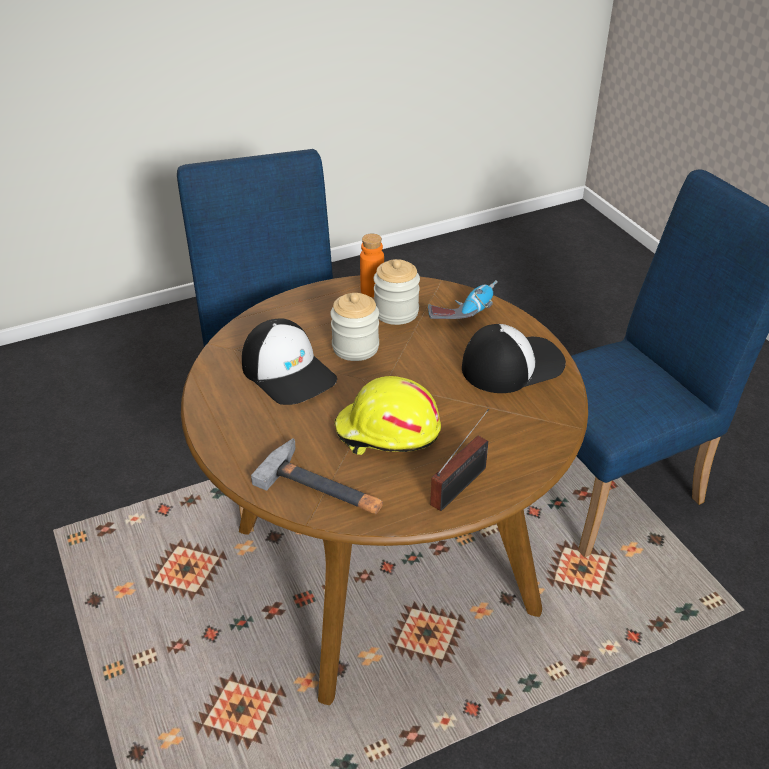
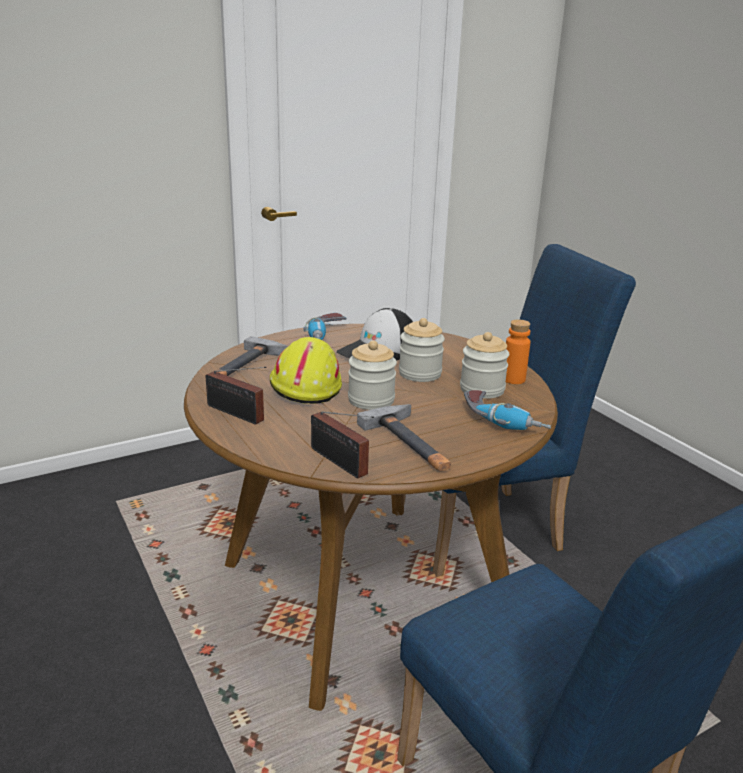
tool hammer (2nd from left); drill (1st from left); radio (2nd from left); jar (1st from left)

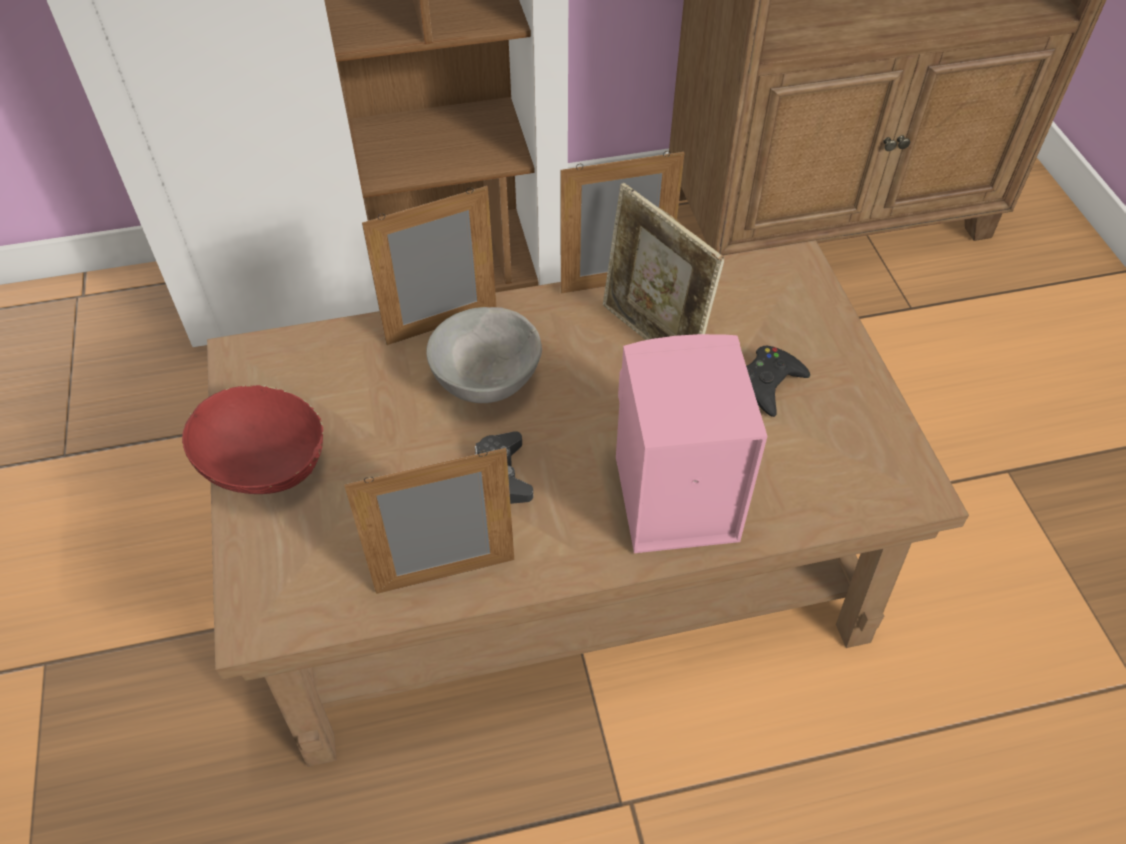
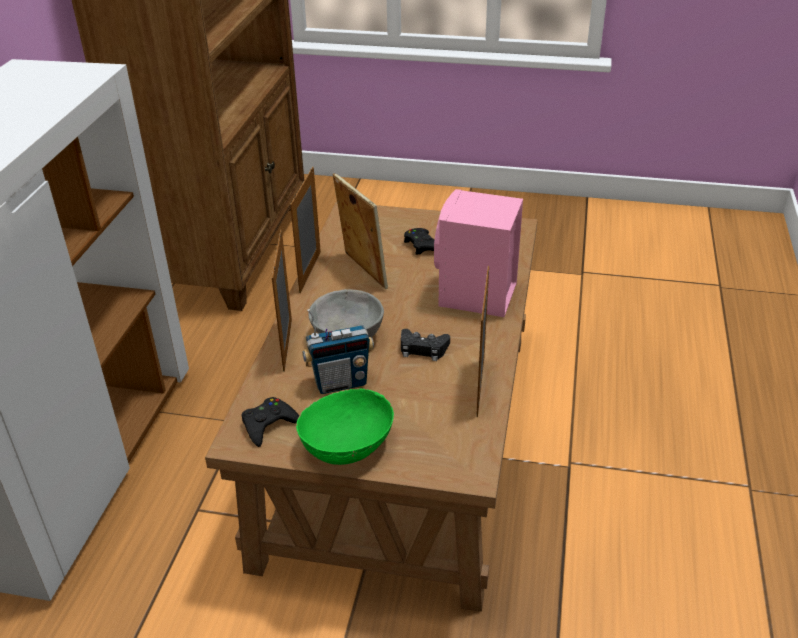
green-coloured deep dish; picture frame (3rd from left); black-coloured gamepad (1st from left); radio

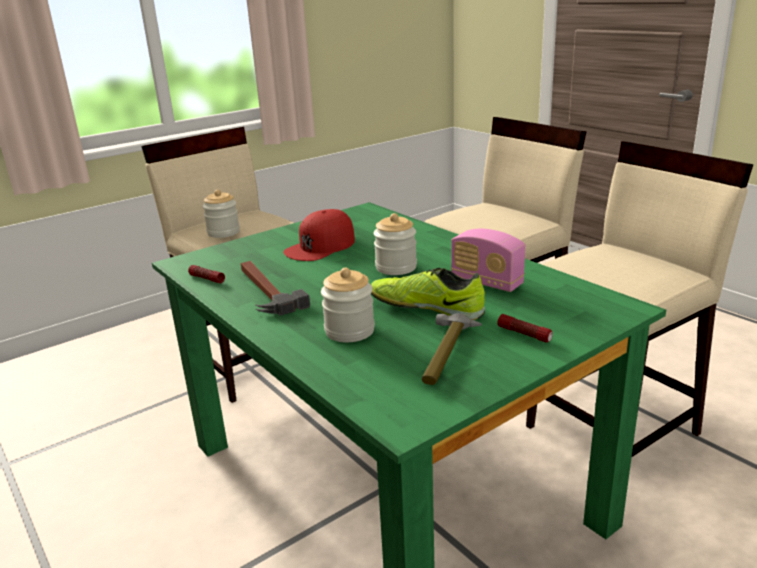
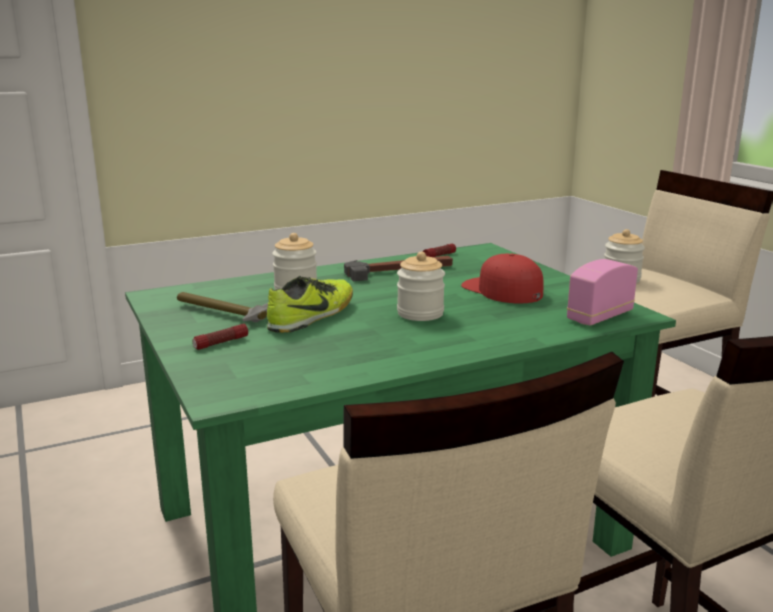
radio

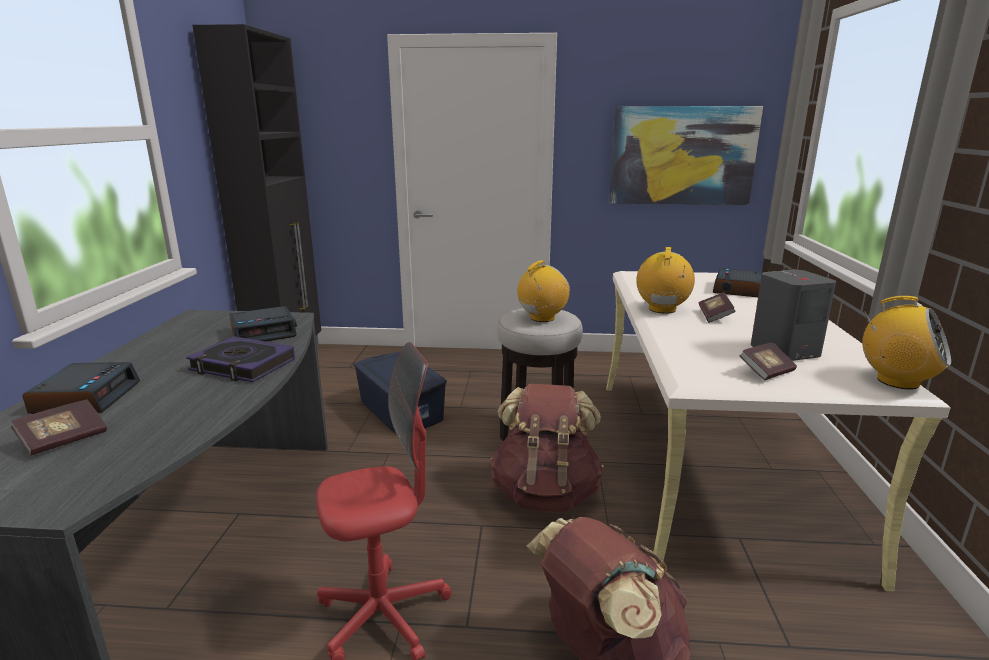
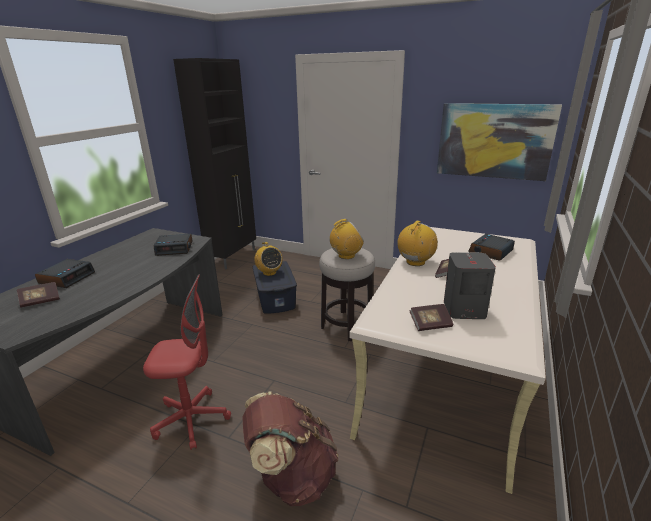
book (2nd from left in the first image); brown-coloured knapsack (1st from left in the first image); radio (1st from left)

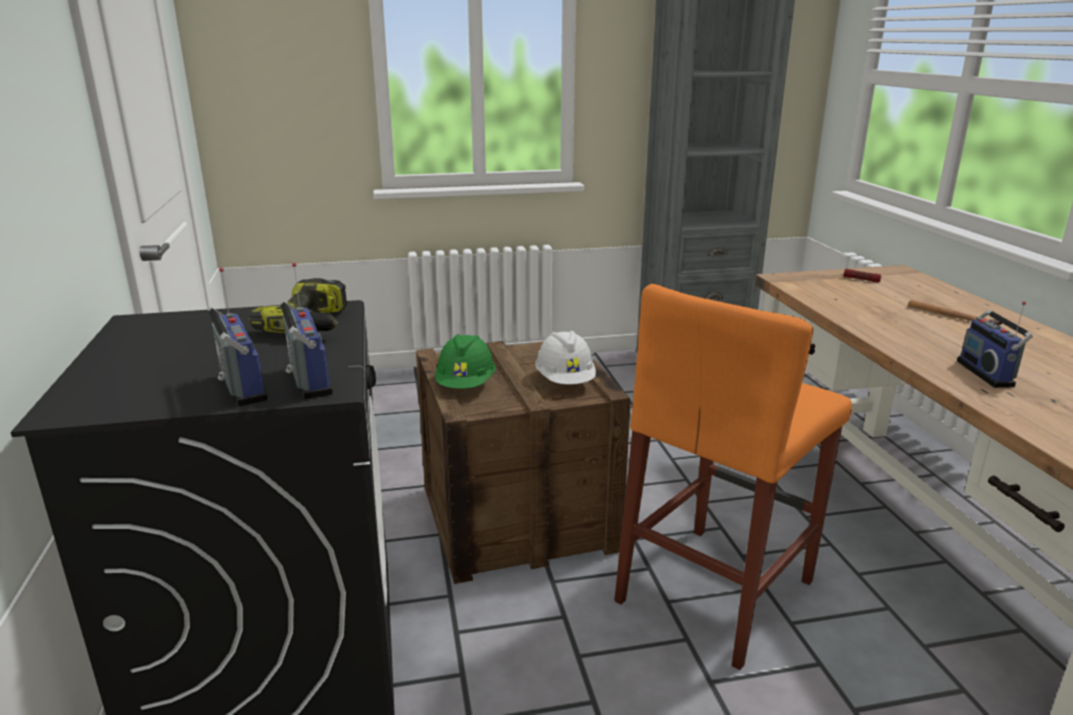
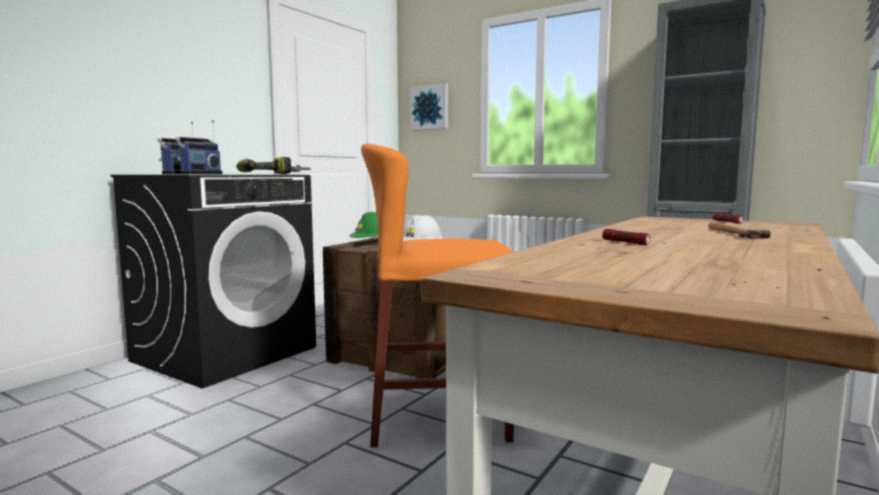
flashlight (1st from left); picture

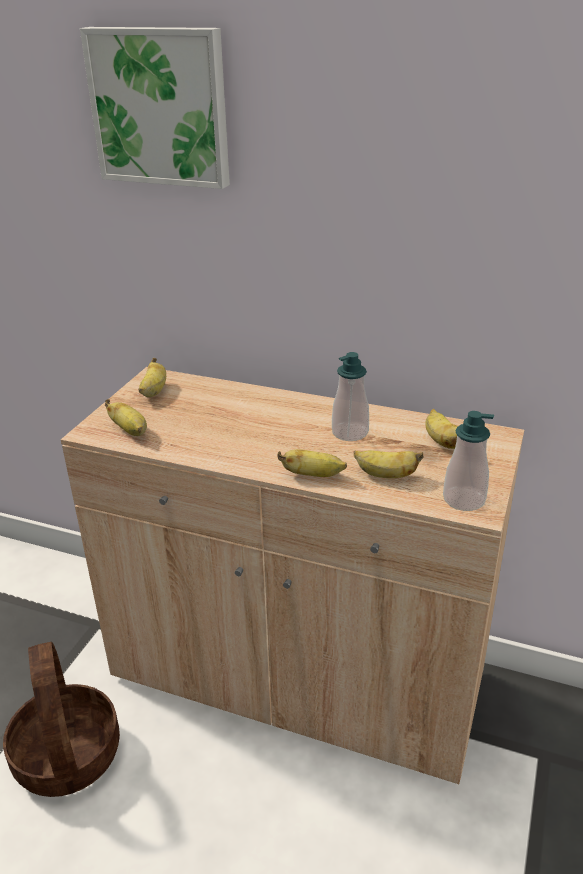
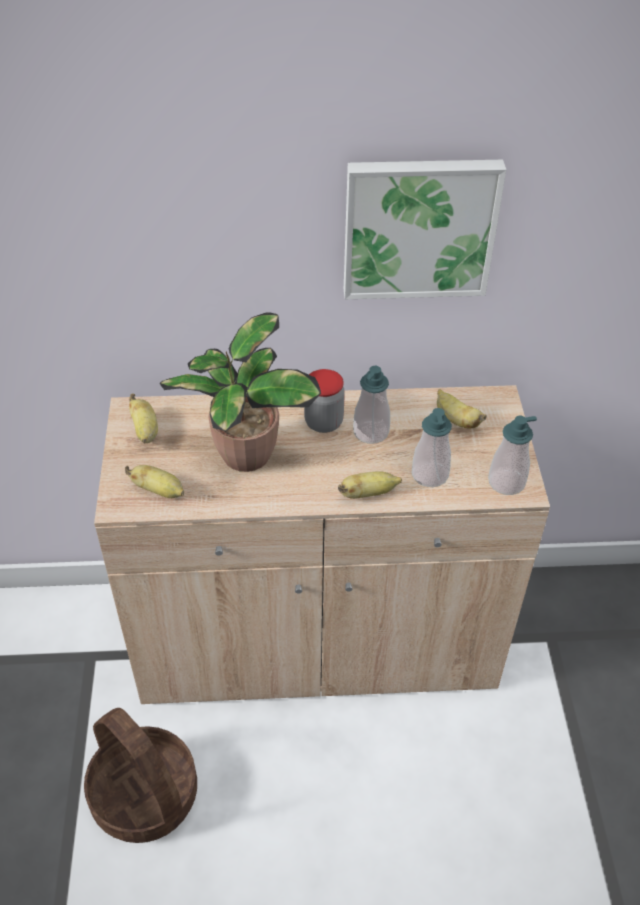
picture; liquid soap bottle (2nd from left); plant in a pot; jar

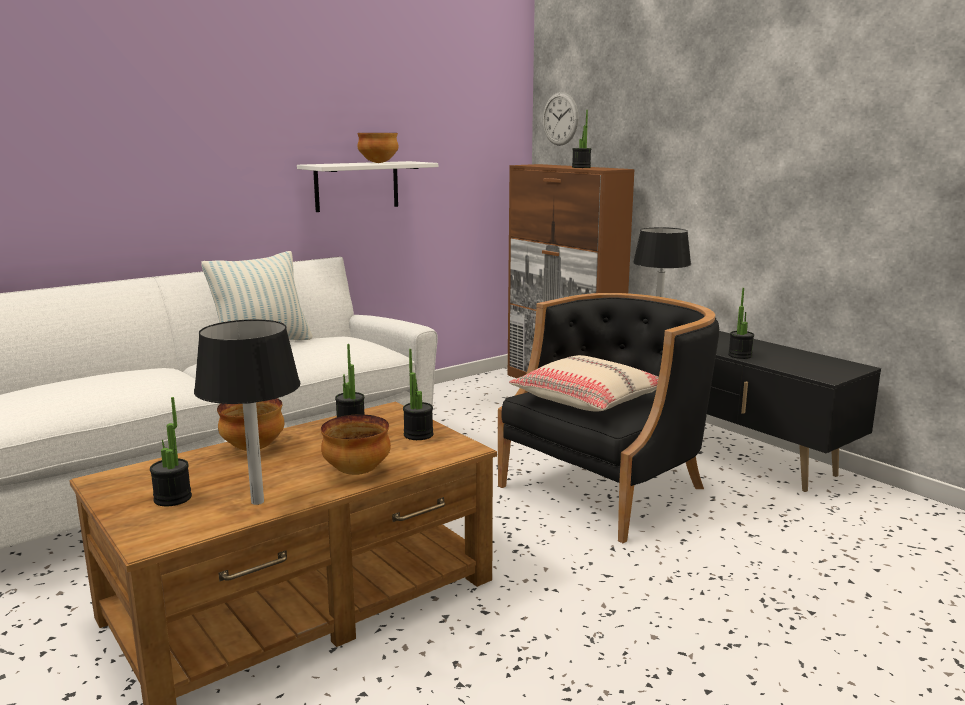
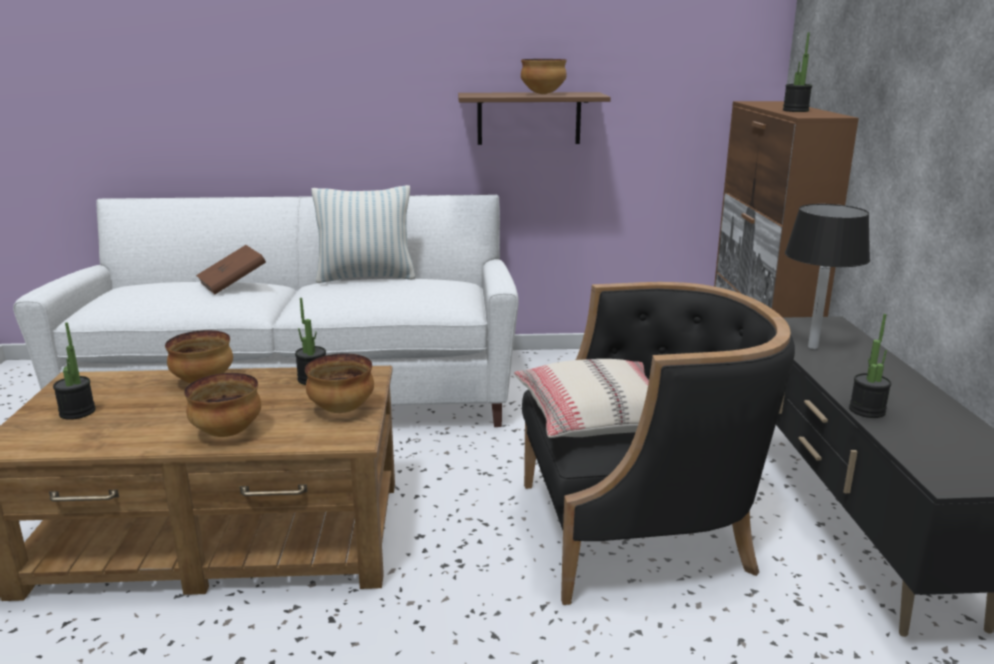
black-coloured lamp for a table (1st from left in the first image); brown-coloured bracket shelf; deep dish (3rd from left); hanging clock; brown-coloured book

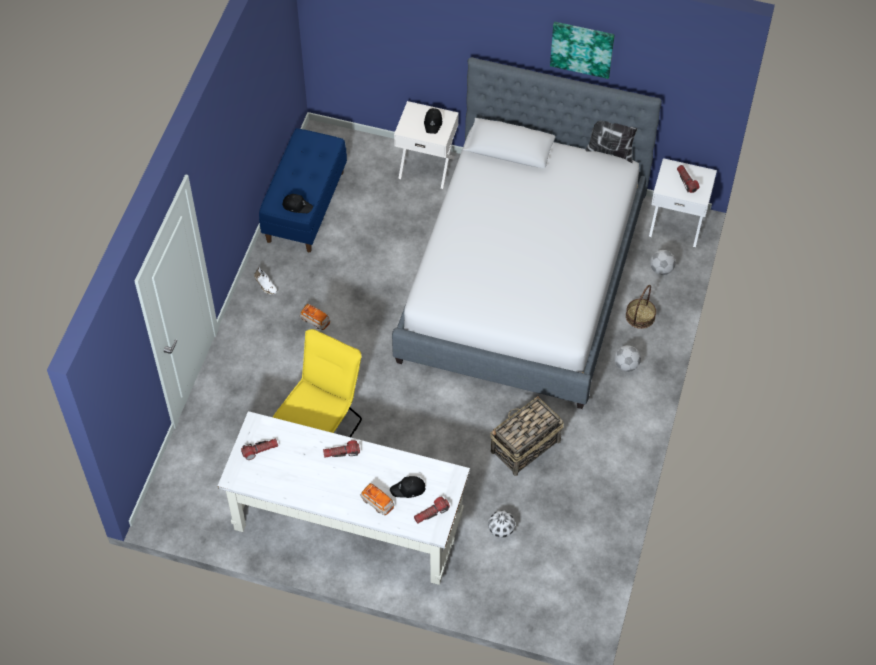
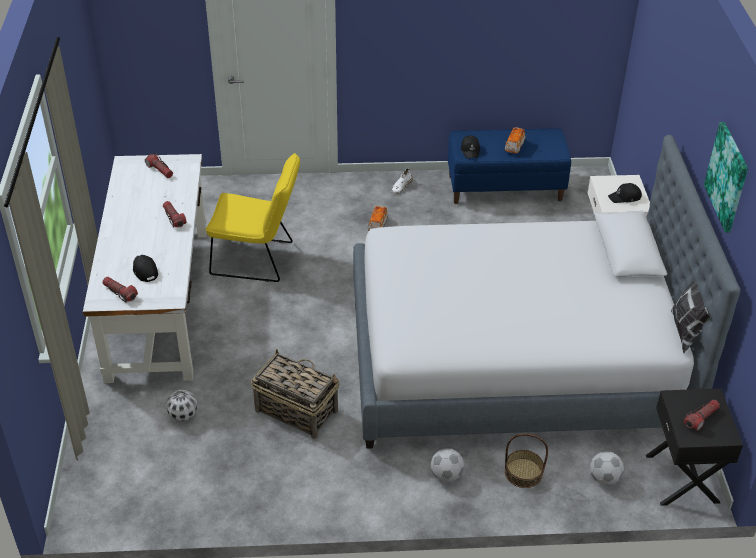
miniature car (2nd from left); black-coloured bedside table

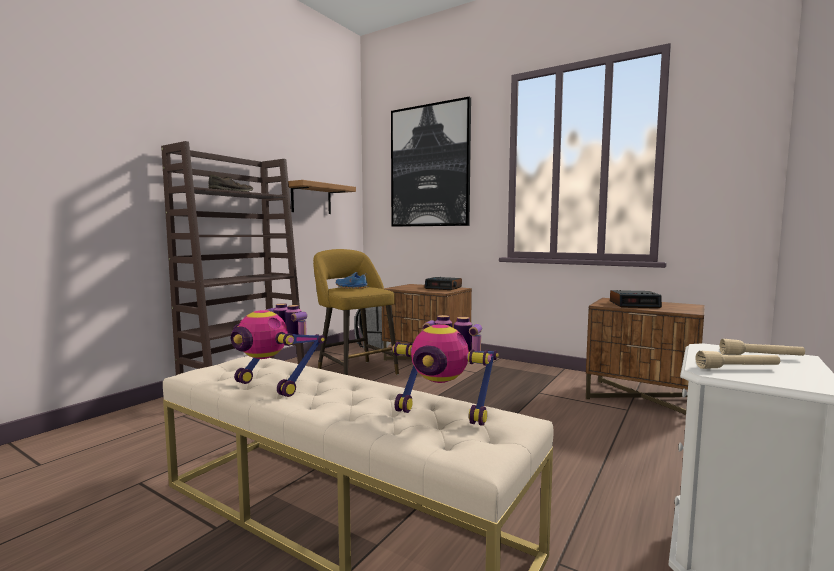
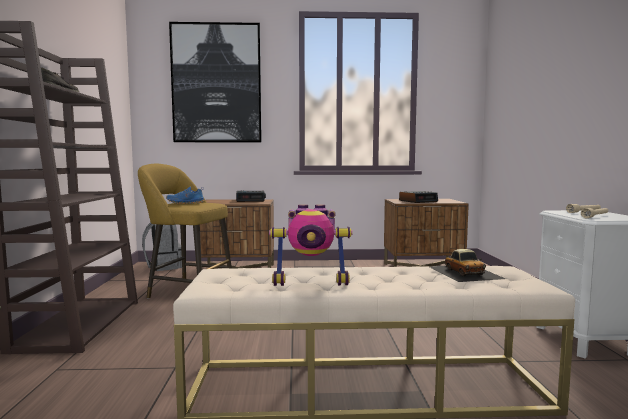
bracket shelf; miniature car

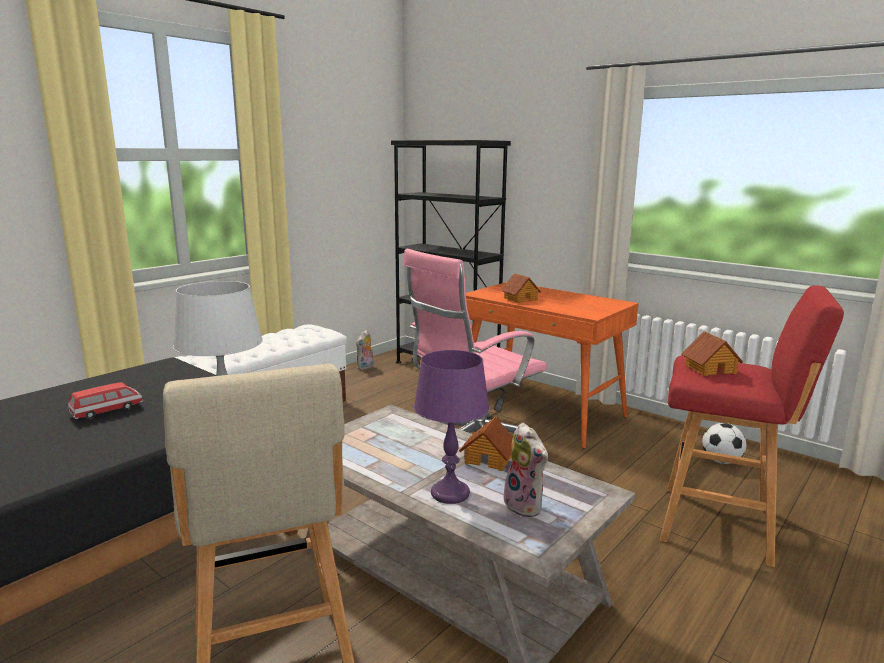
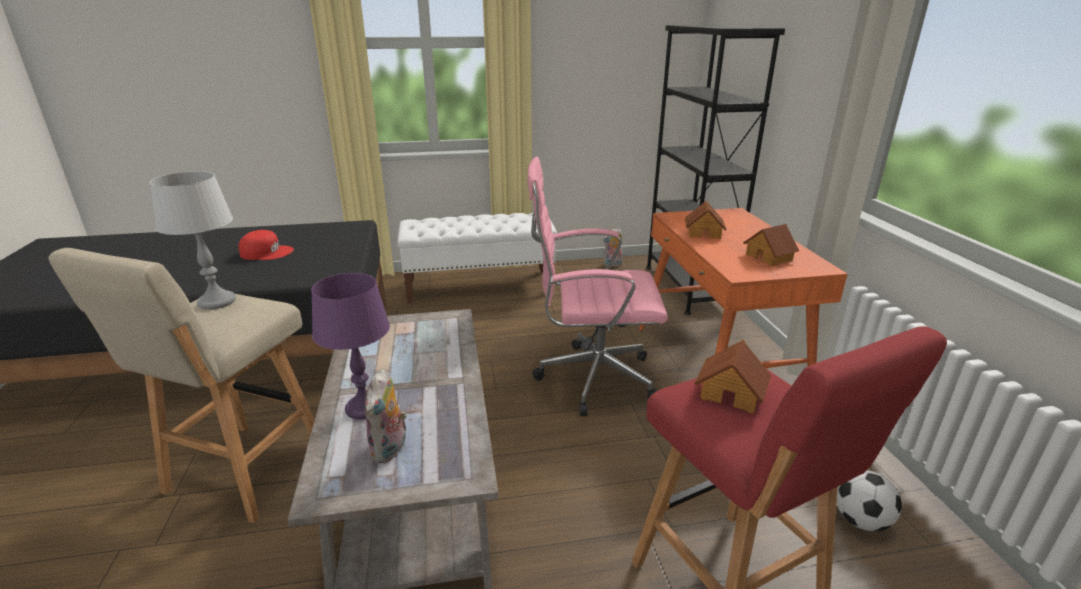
reddish peaked cap; miniature house (3rd from left)

